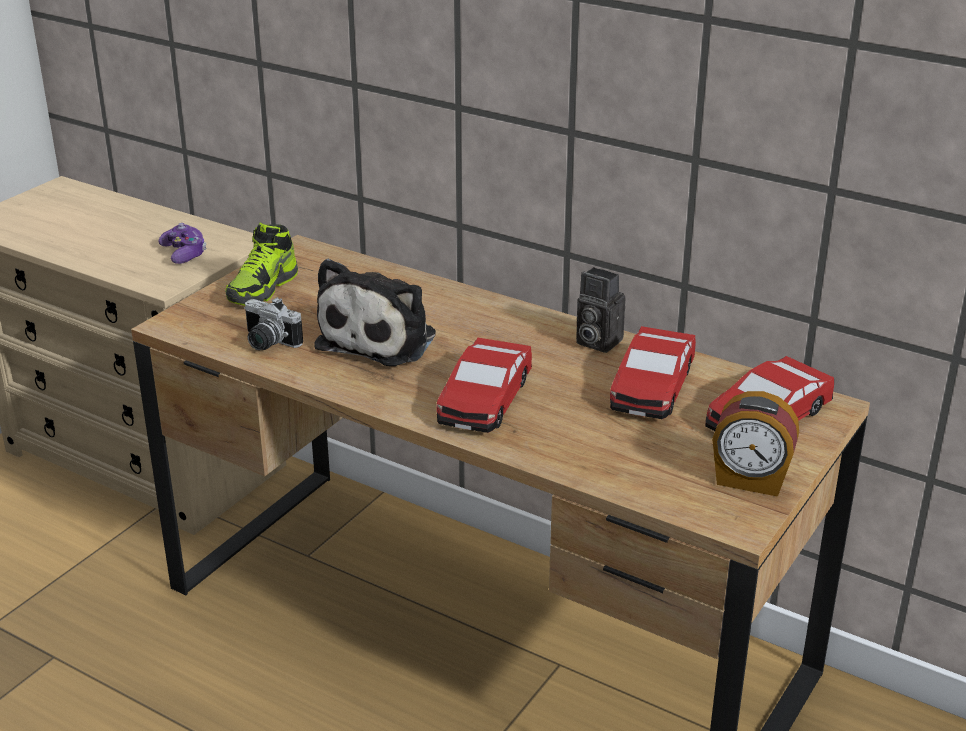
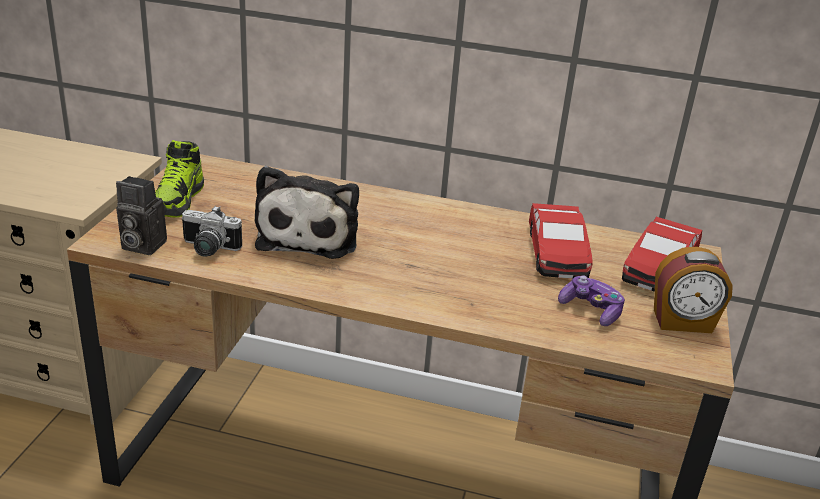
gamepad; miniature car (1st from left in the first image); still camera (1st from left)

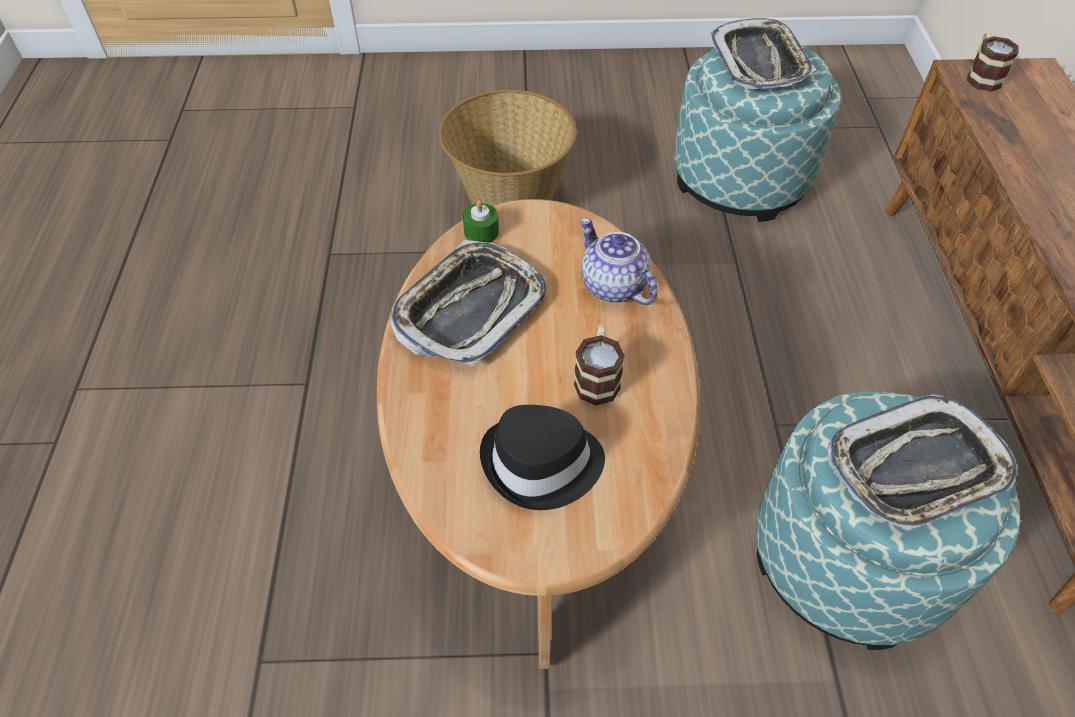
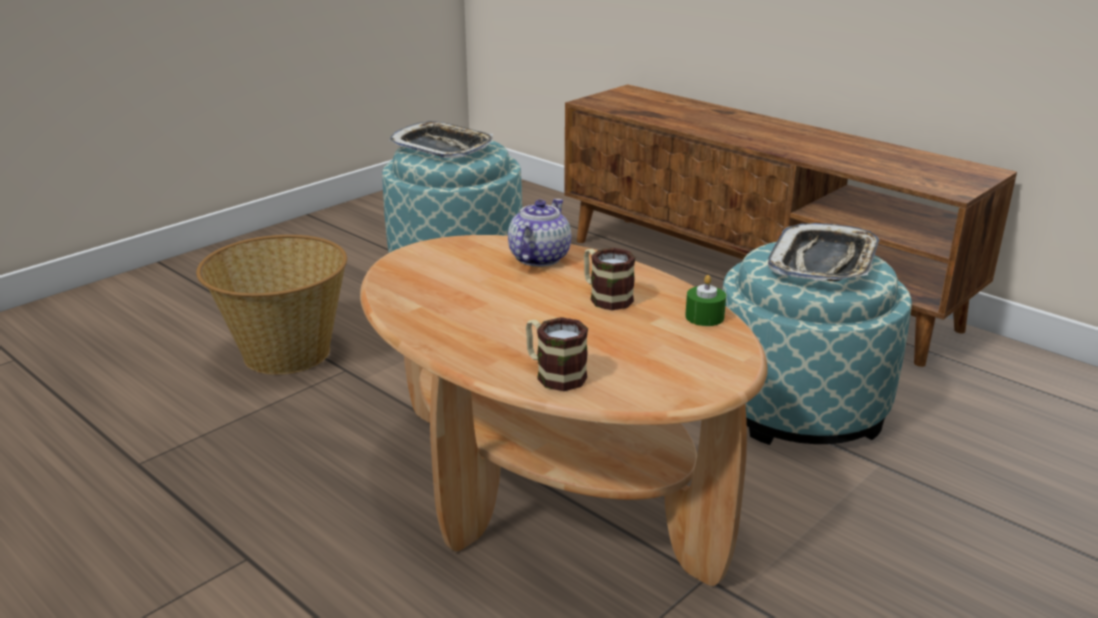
tray (1st from left in the first image); green-coloured wax candle; black-coloured clothing hat; teapot; tea mug (1st from left)

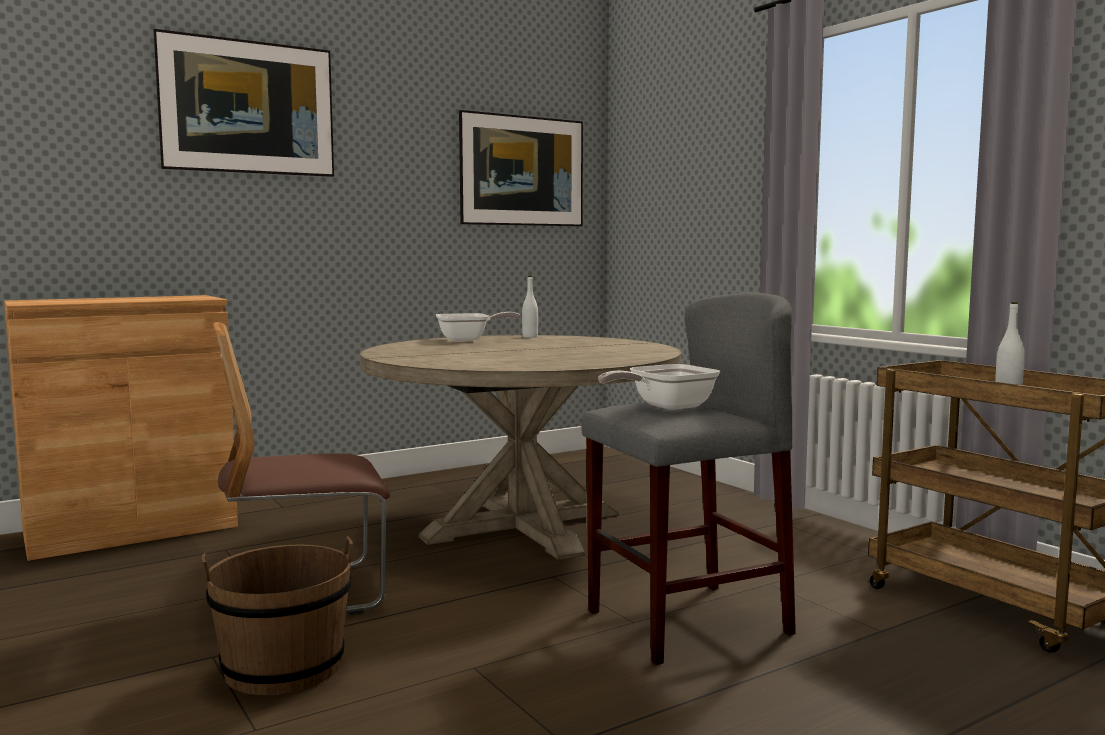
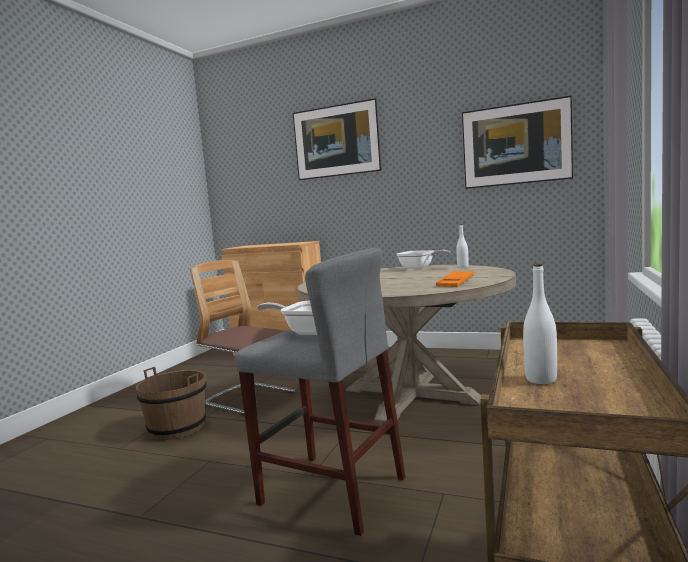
orange tray

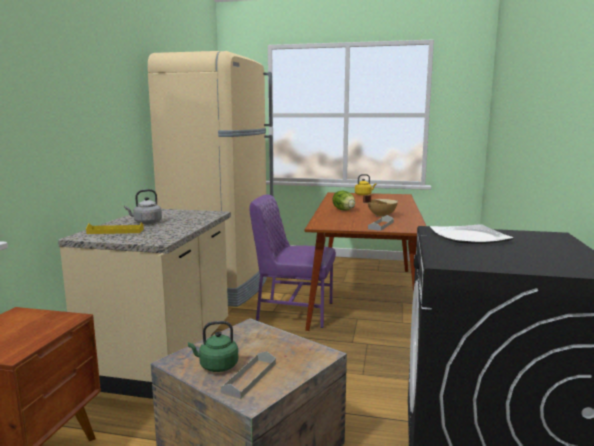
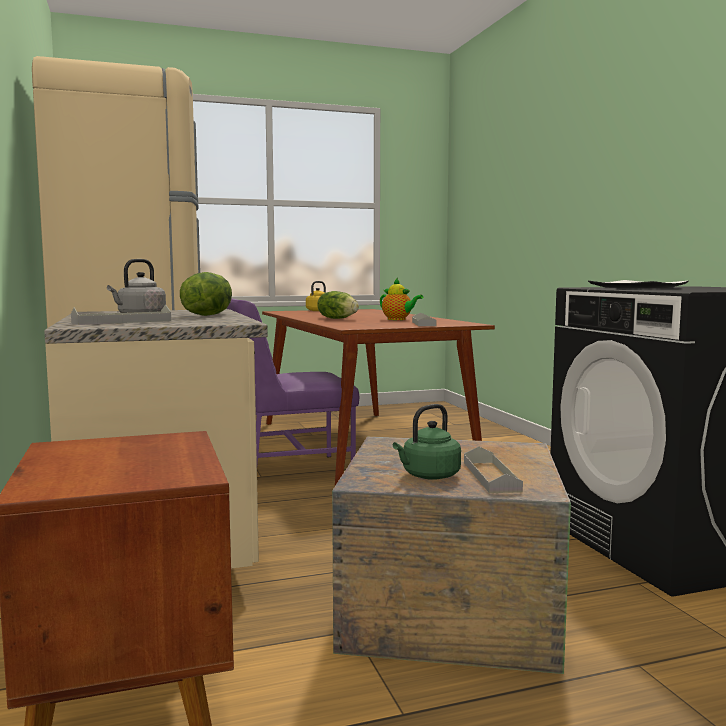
greyish tray (1st from left); teapot; head of lettuce (1st from left)

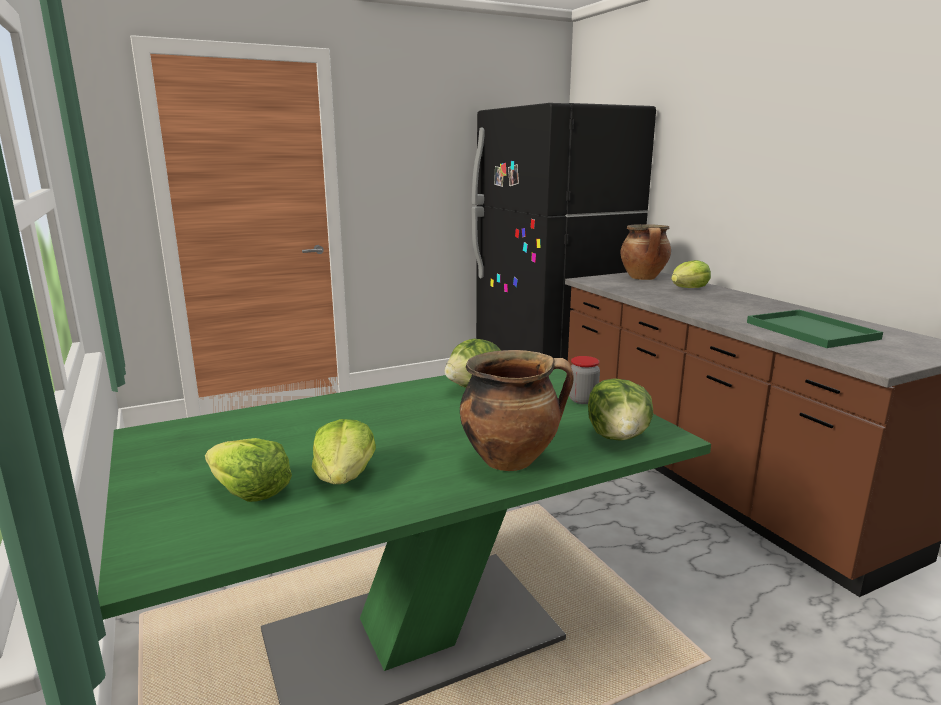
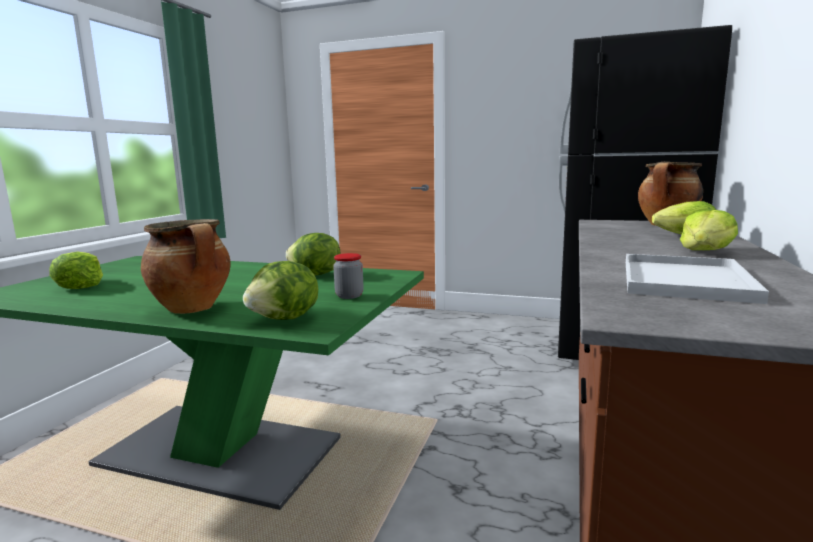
head of lettuce (5th from left); whitish tray

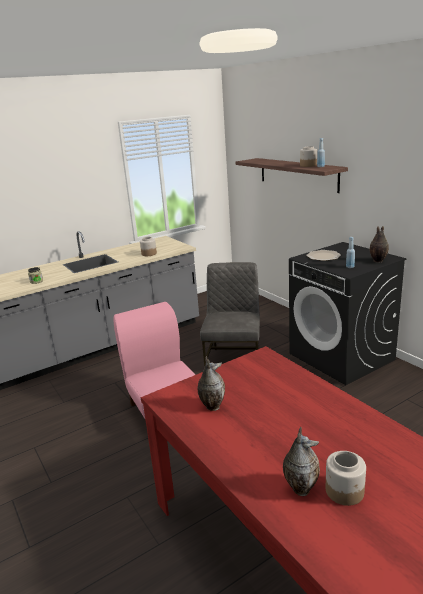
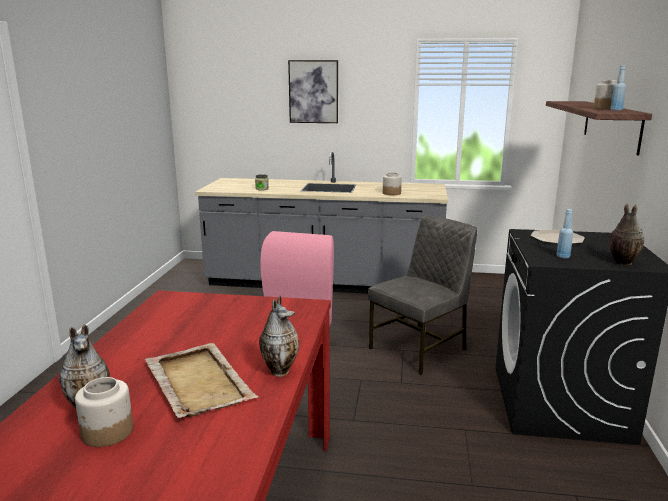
vase (2nd from left); beige-coloured tray; picture

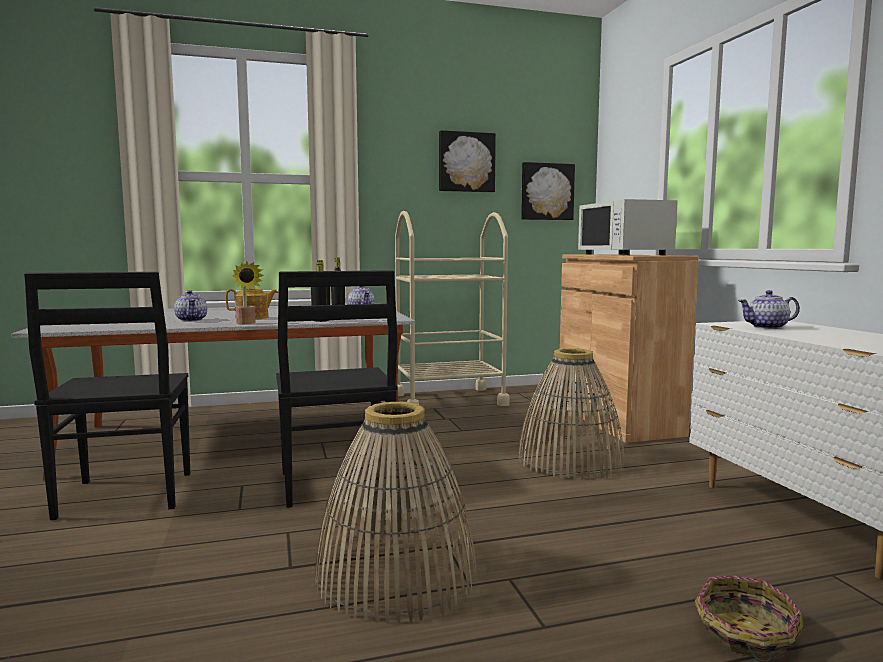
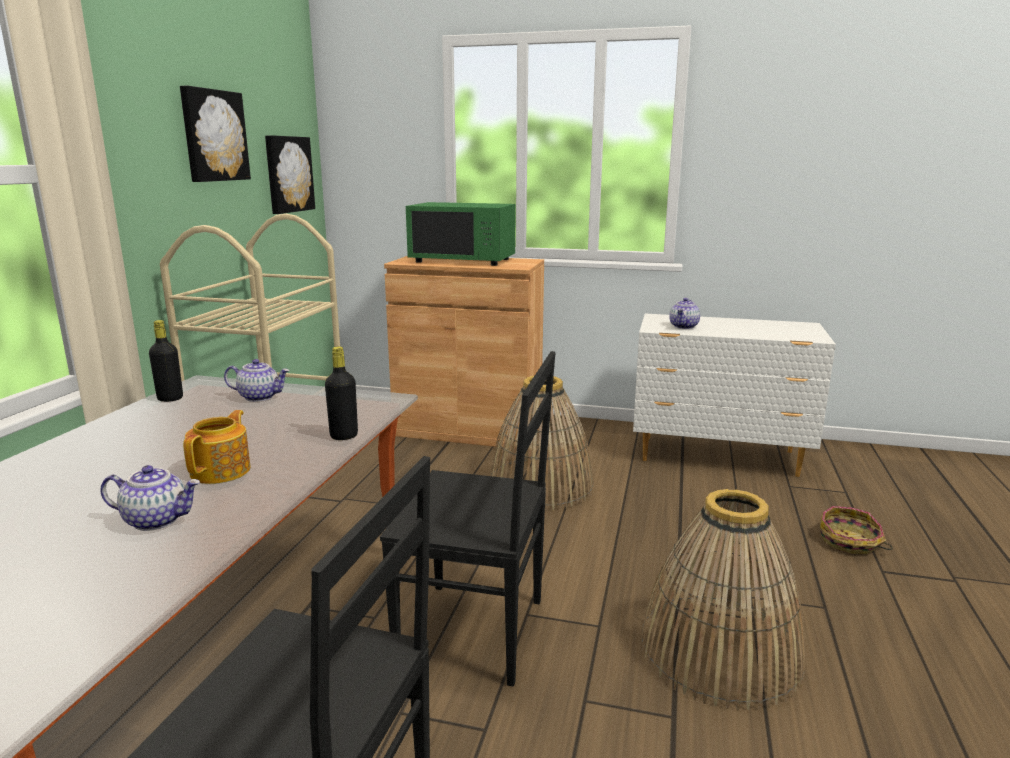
plant in a pot; green-coloured microwave oven

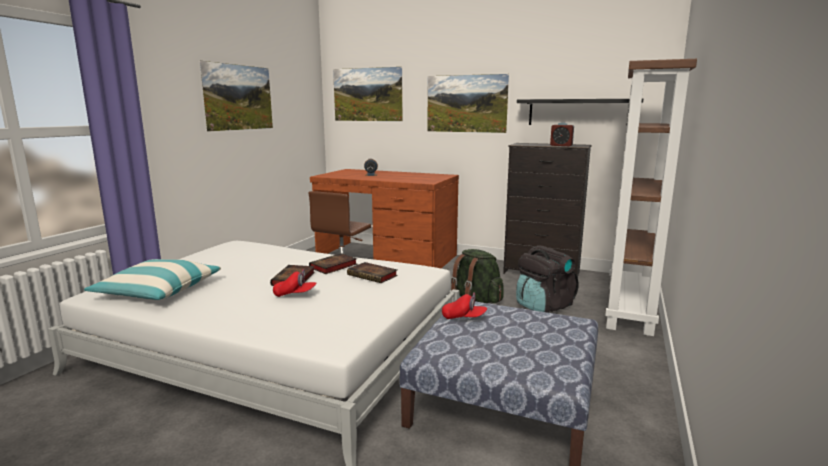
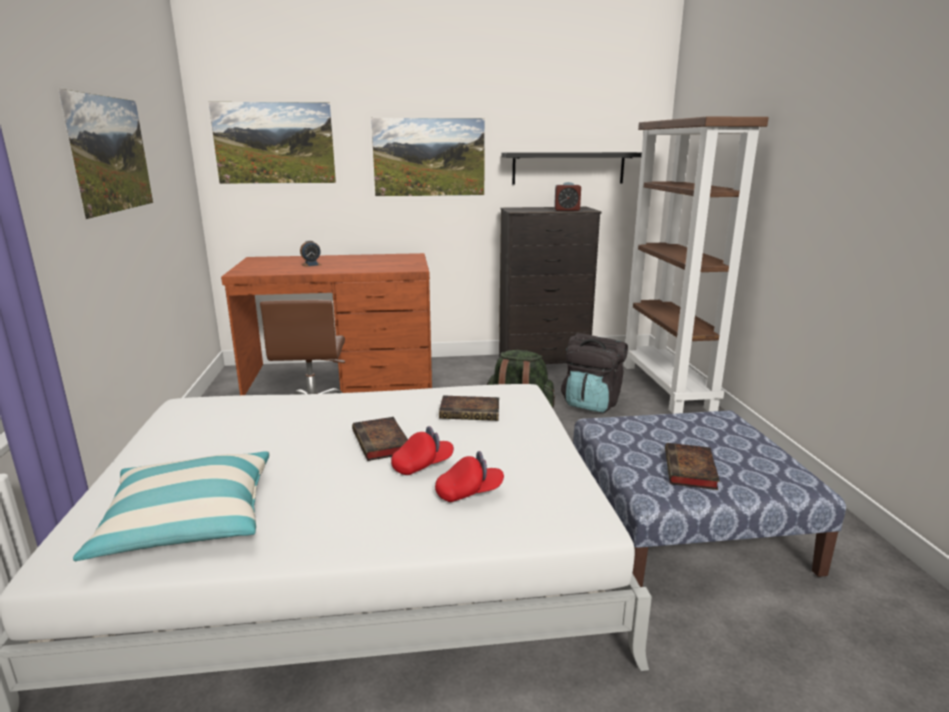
book (3rd from left); reddish peaked cap (2nd from left)

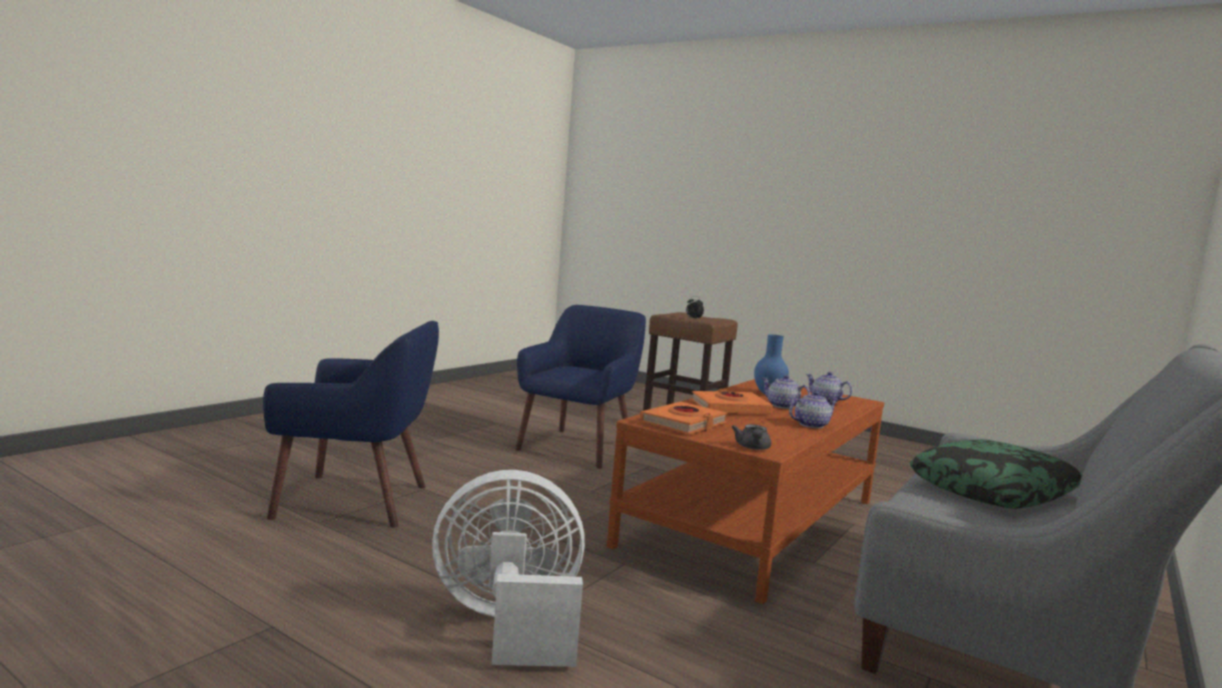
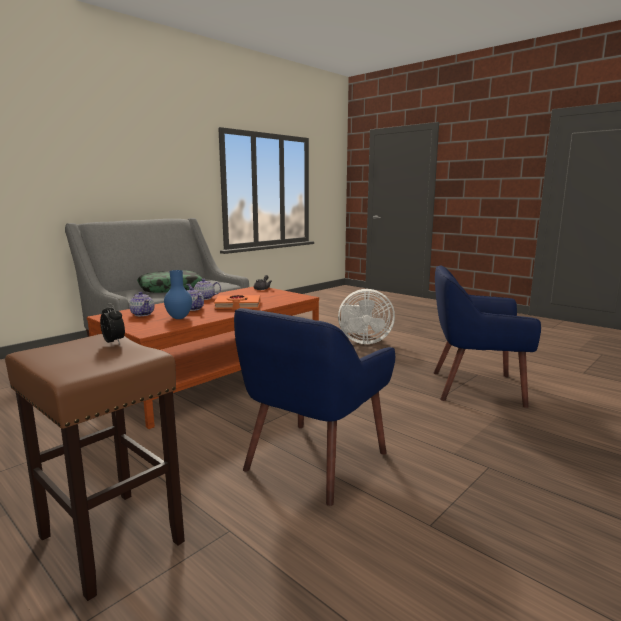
orange book (1st from left in the first image)

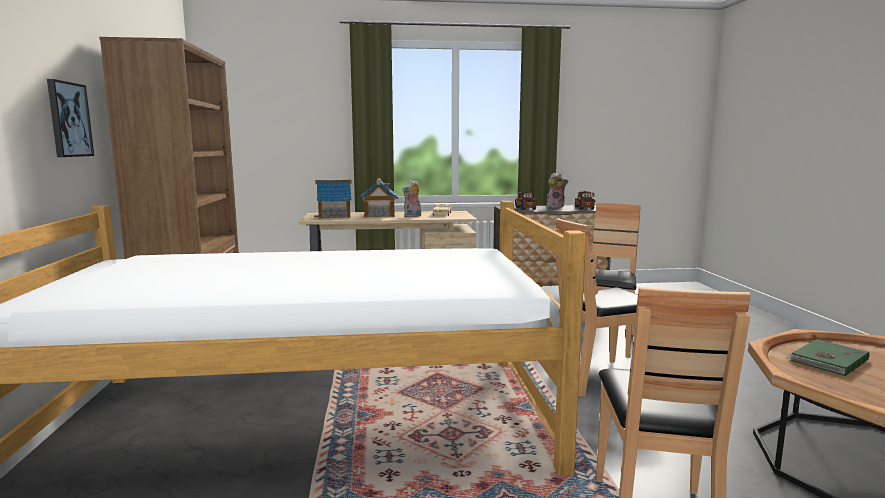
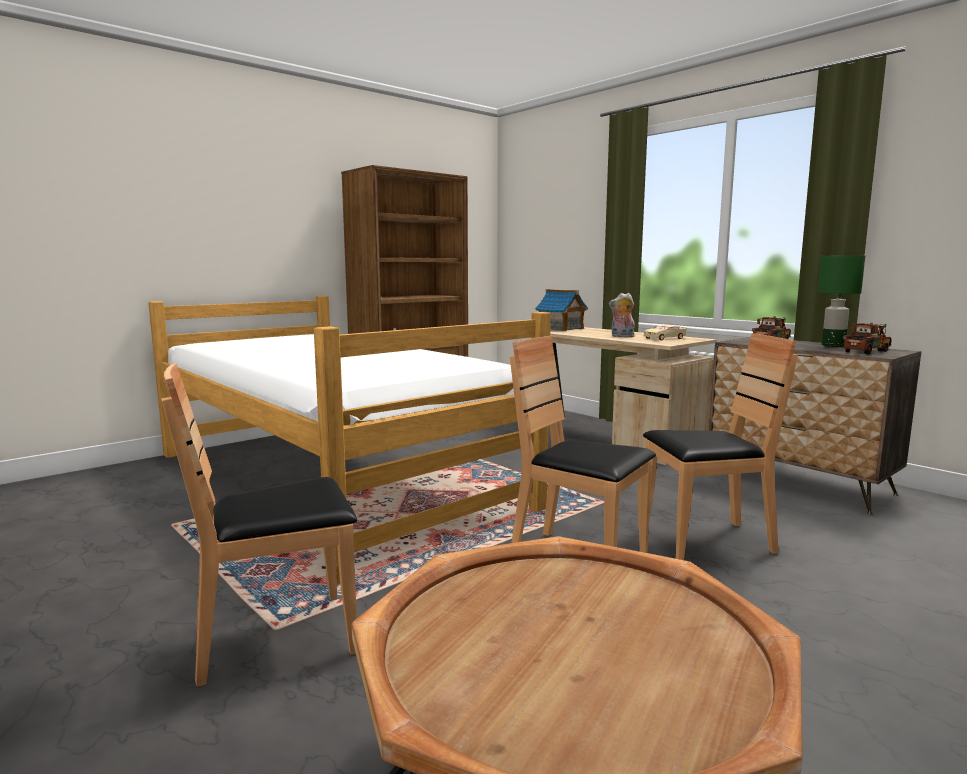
picture; miniature house (2nd from left in the first image); green-coloured lamp for a table; green-coloured book

